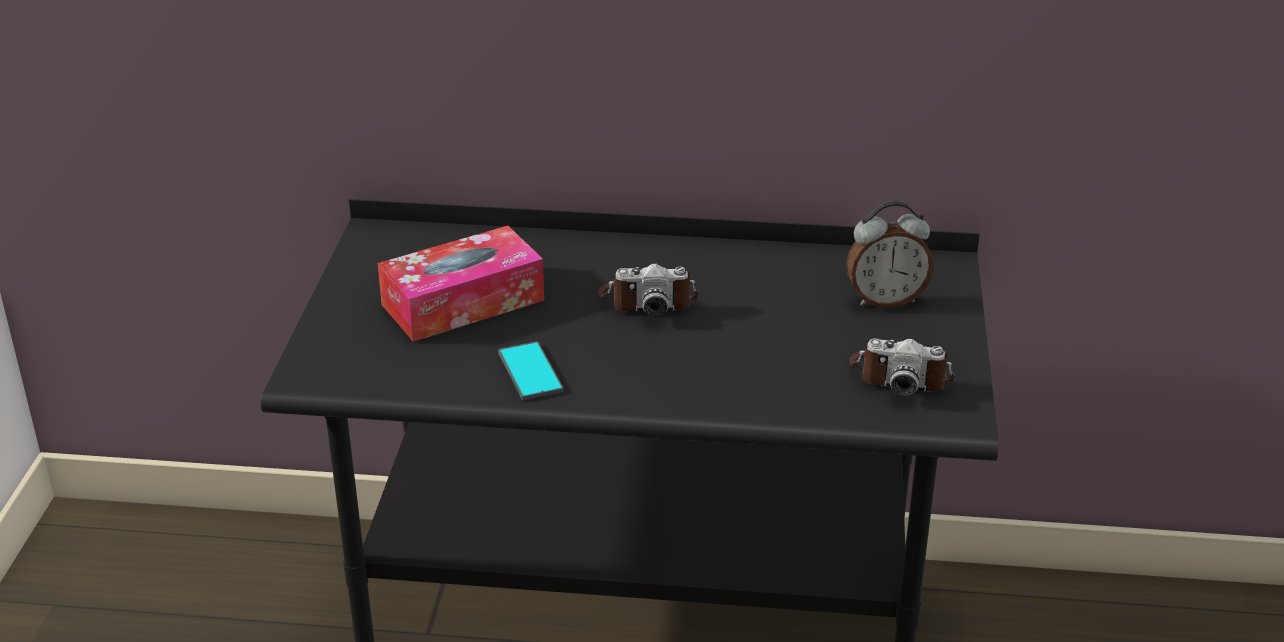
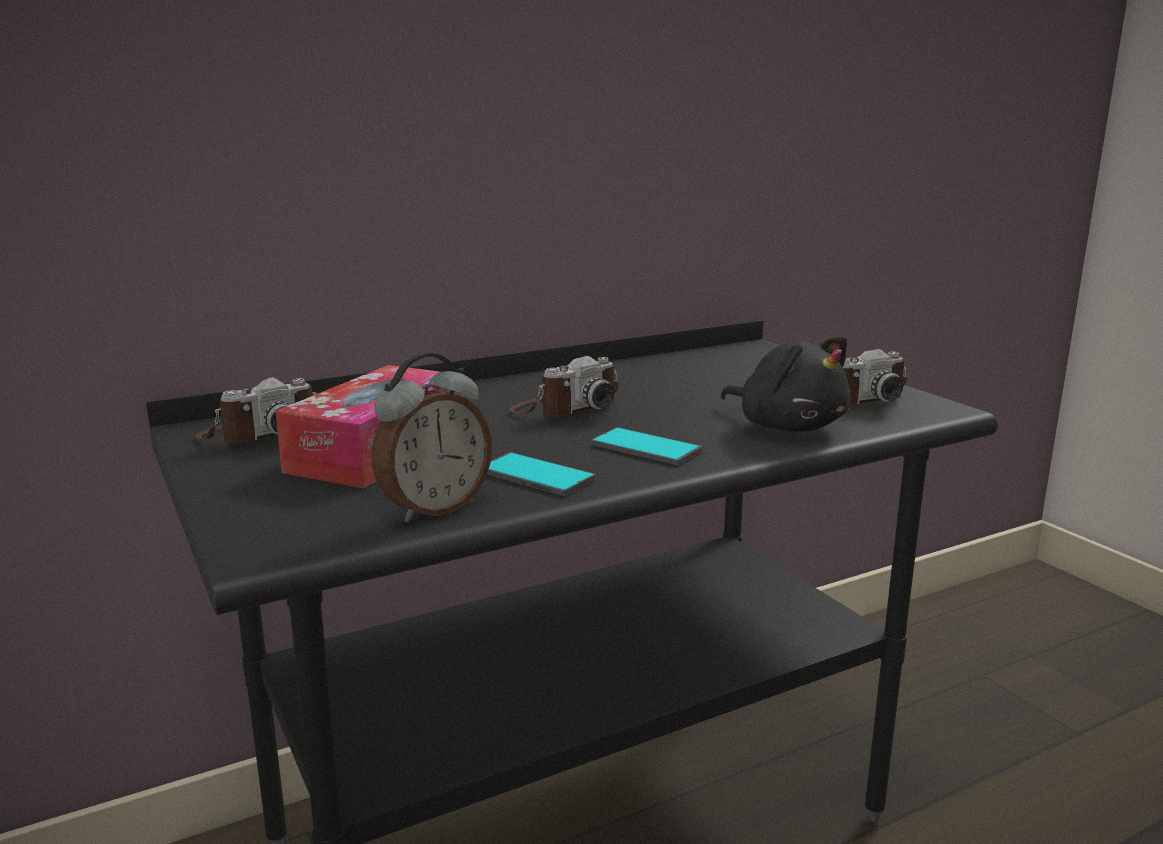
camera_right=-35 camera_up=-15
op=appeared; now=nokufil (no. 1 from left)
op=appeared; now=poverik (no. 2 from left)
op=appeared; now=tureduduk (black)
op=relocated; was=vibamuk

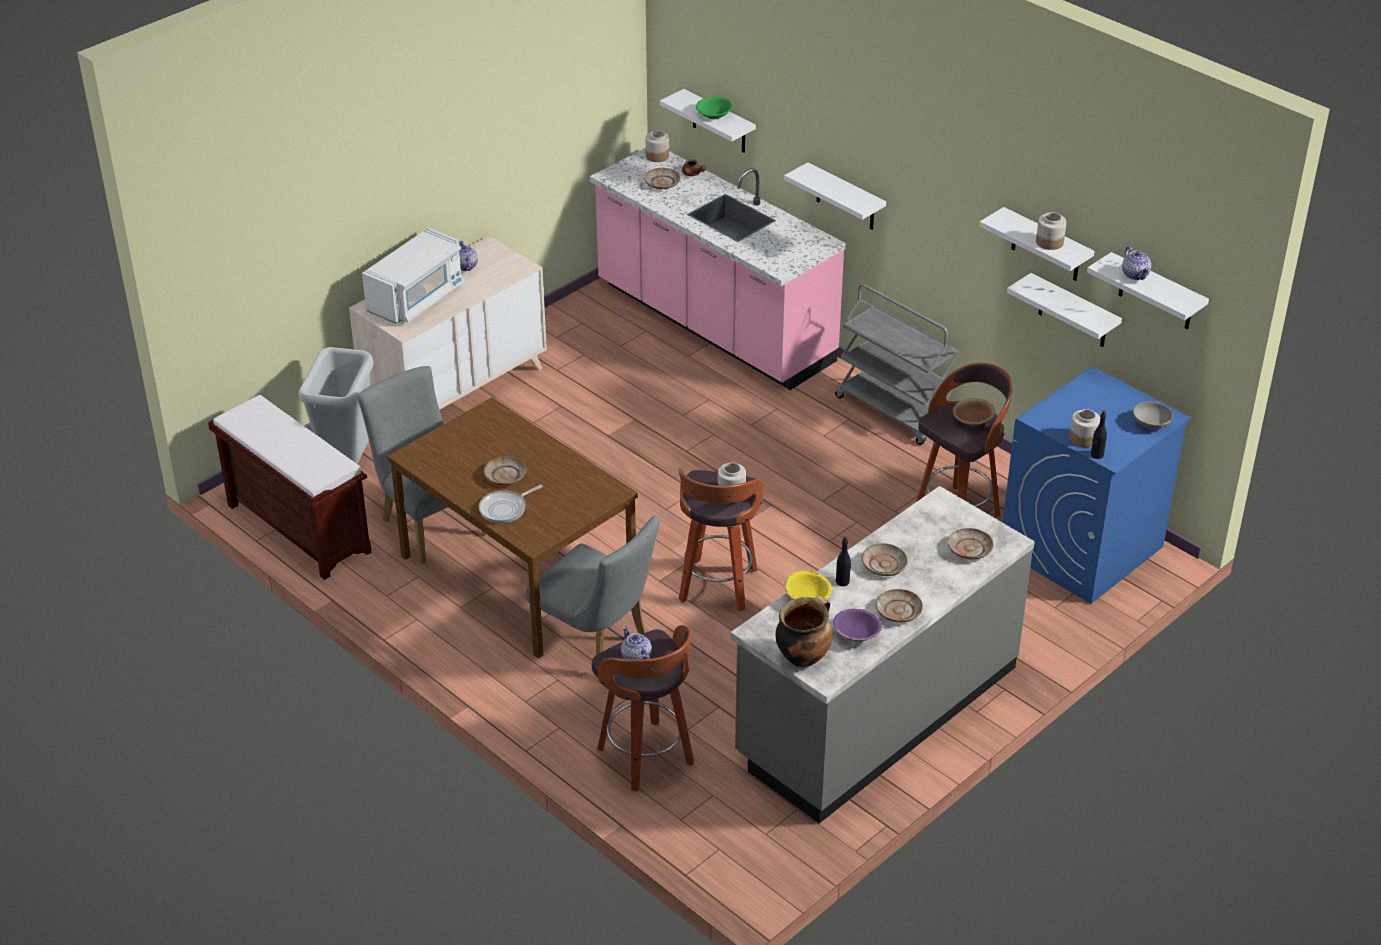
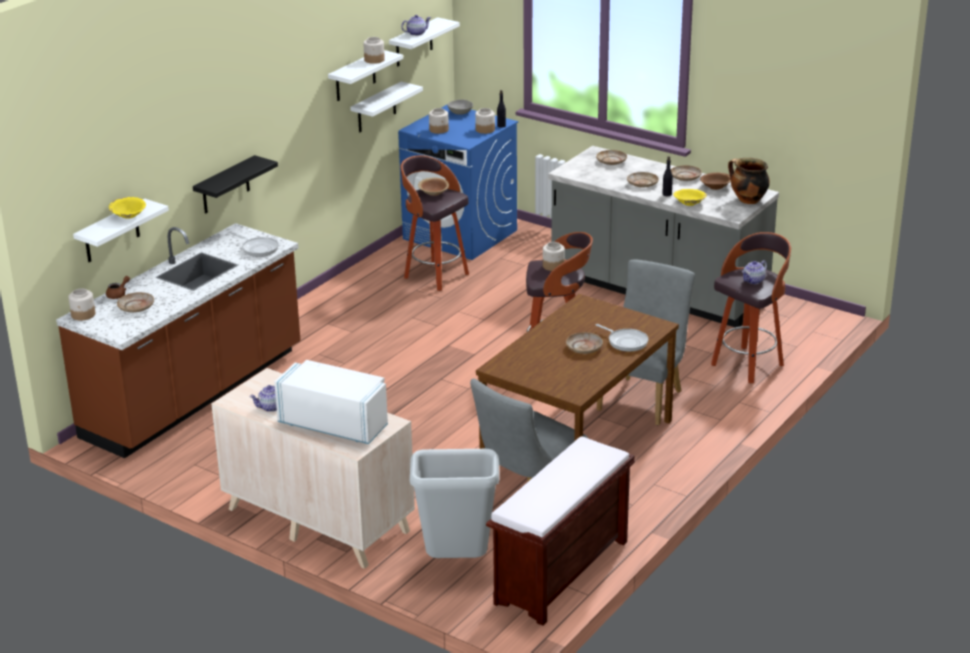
camera_right=-100 camera_up=-10
op=missing; was=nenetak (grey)
op=appeared; now=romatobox (no. 1 from left)
op=appeared; now=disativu (no. 3 from left)
op=colour; was=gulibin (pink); now=gulibin (brown)
op=colour; was=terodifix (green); now=terodifix (yellow) (no. 1 from left)
op=colour; was=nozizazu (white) (no. 2 from left); now=nozizazu (black)
op=colour; was=terodifix (purple); now=terodifix (brown) (no. 2 from left)

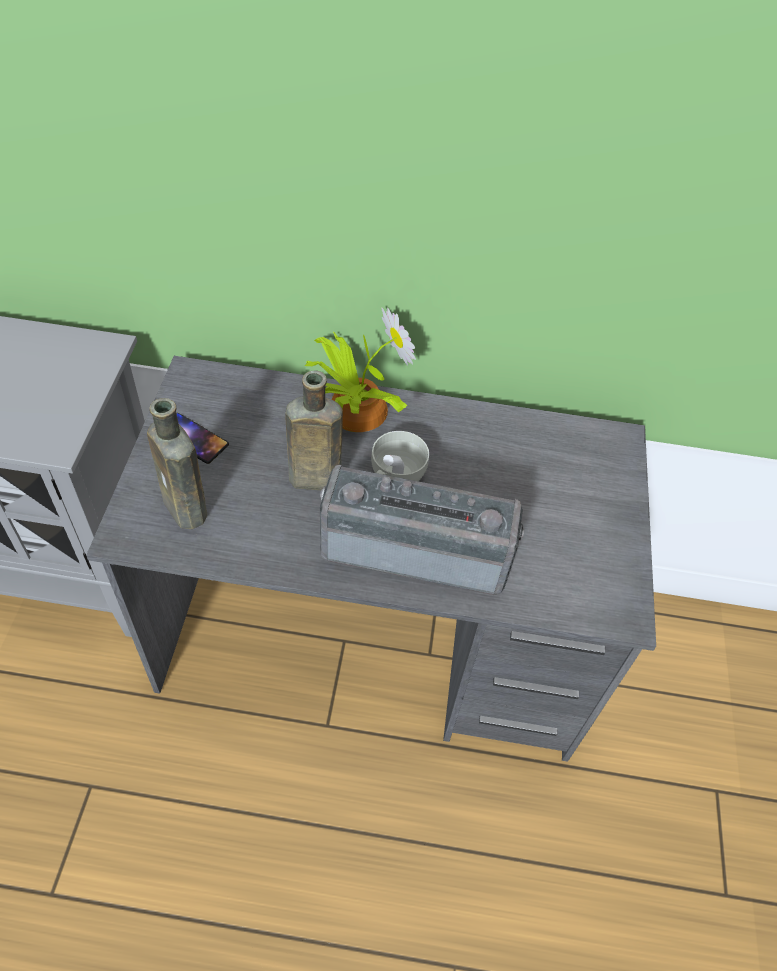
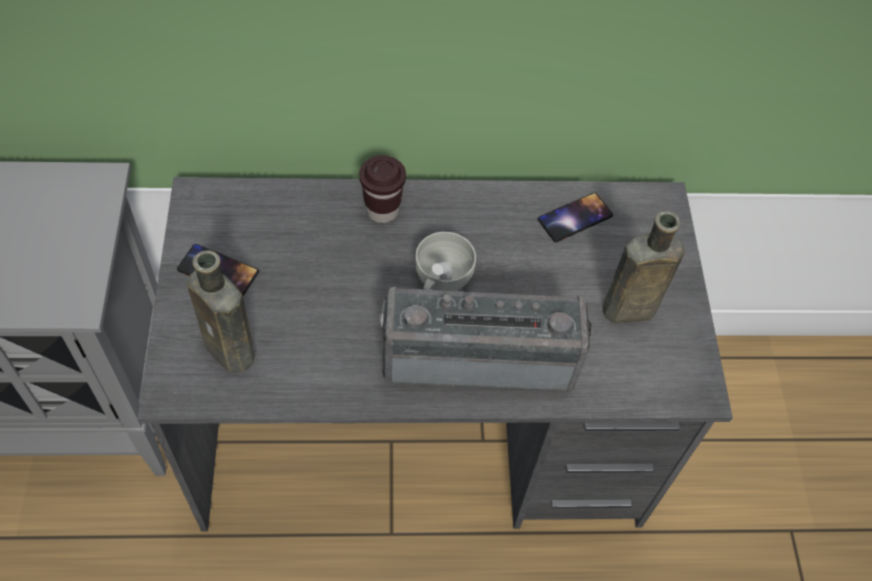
camera_right=-10 camera_up=5
op=appeared; now=poverik (no. 2 from left)
op=relocated; was=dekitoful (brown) (no. 2 from left)
op=exchanged; was=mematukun; now=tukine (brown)

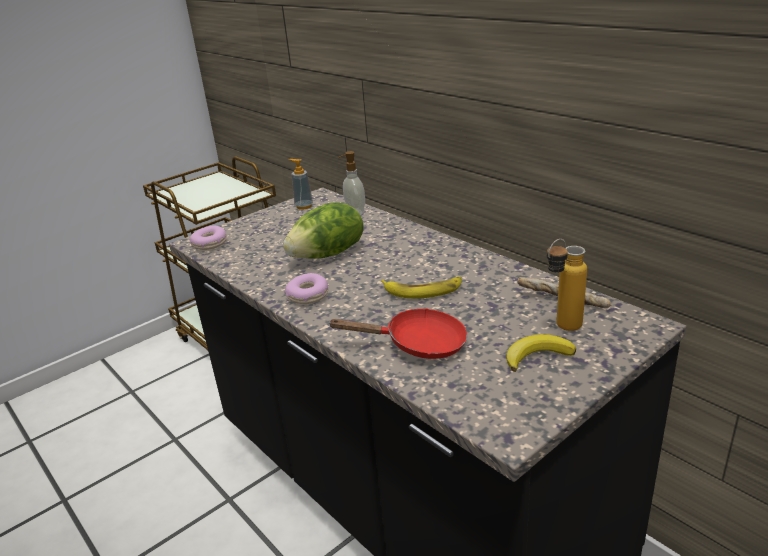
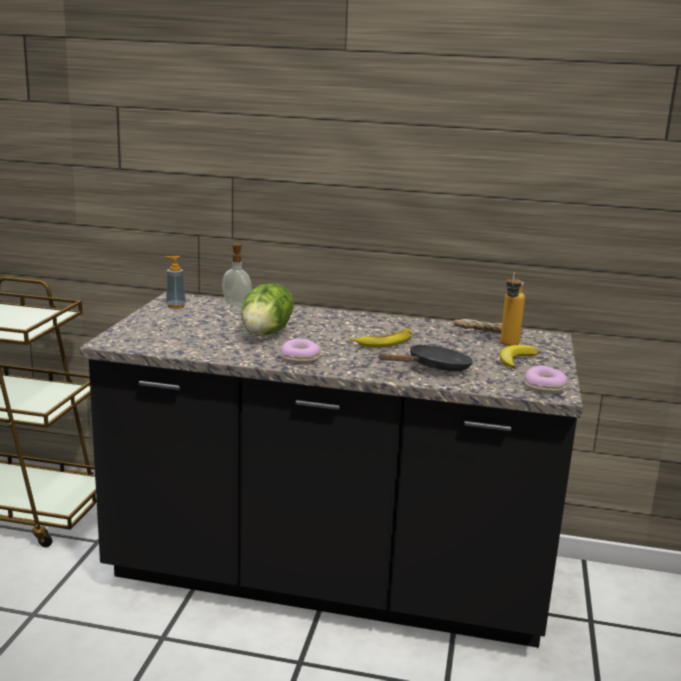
camera_right=-40 camera_up=-10
op=relocated; was=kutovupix (no. 1 from left in the first image); now=kutovupix (no. 2 from left)
op=colour; was=romatobox (red); now=romatobox (black)

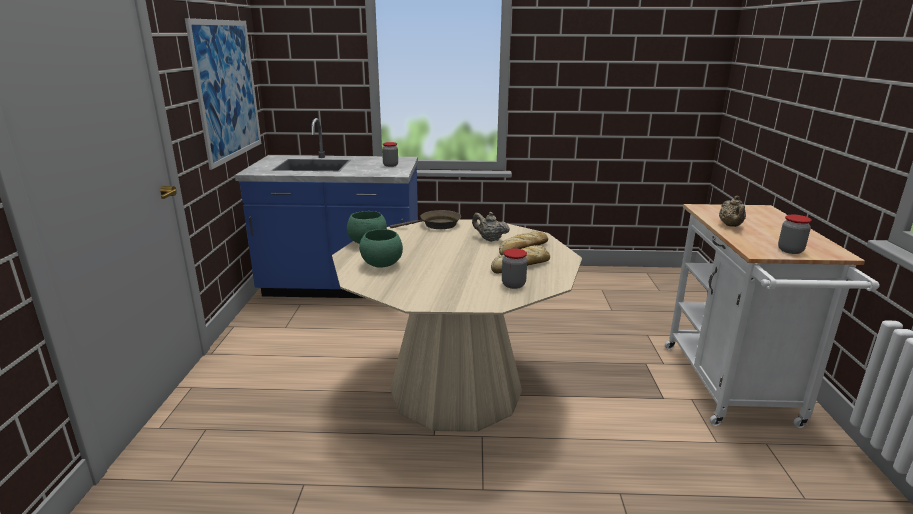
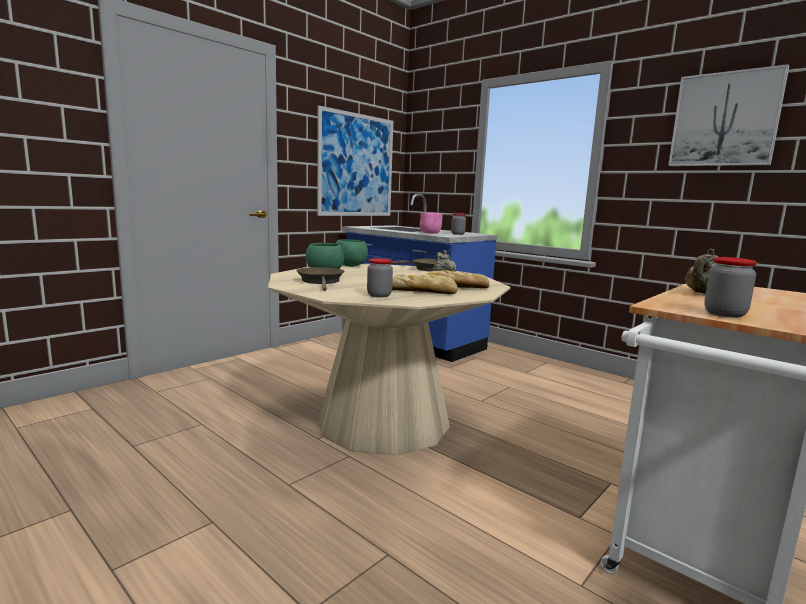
camera_right=40 camera_up=-10
op=appeared; now=romatobox (brown) (no. 1 from left)
op=appeared; now=terodifix (pink)
op=appeared; now=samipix (no. 2 from left)

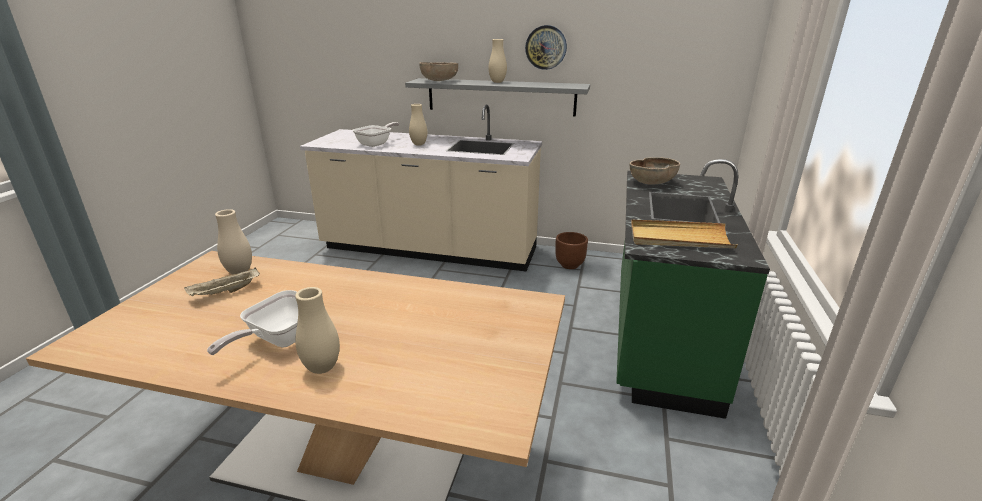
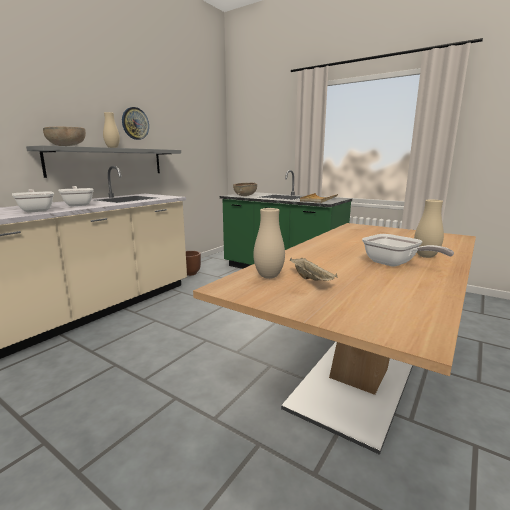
camera_right=-70 camera_up=-10
op=exchanged; was=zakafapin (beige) (no. 3 from left); now=romatobox (no. 2 from left)

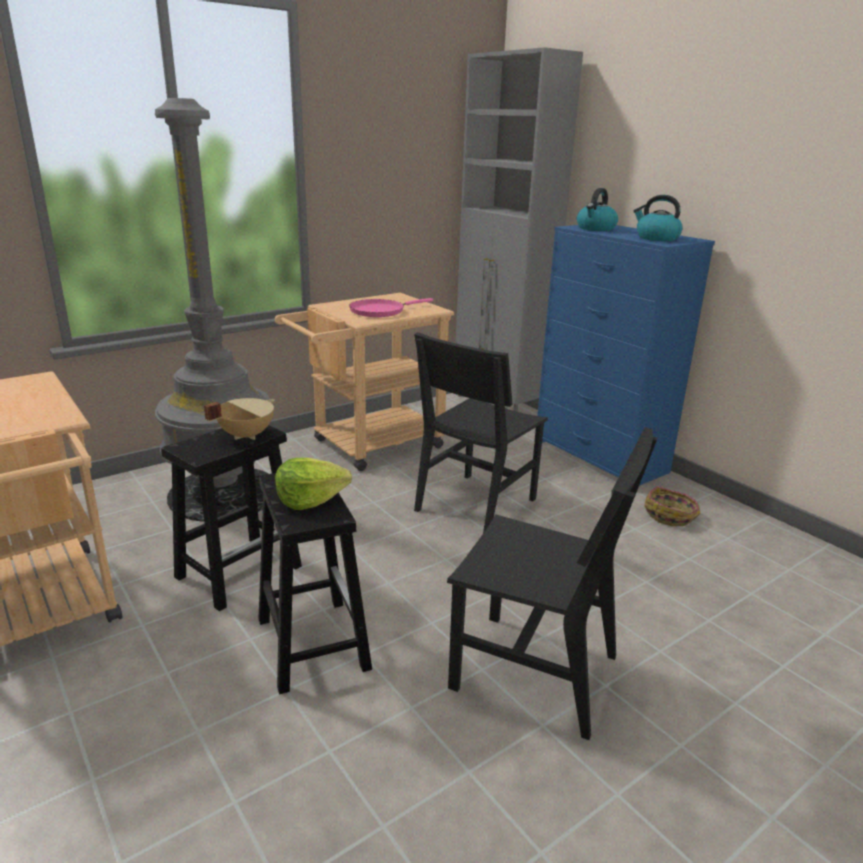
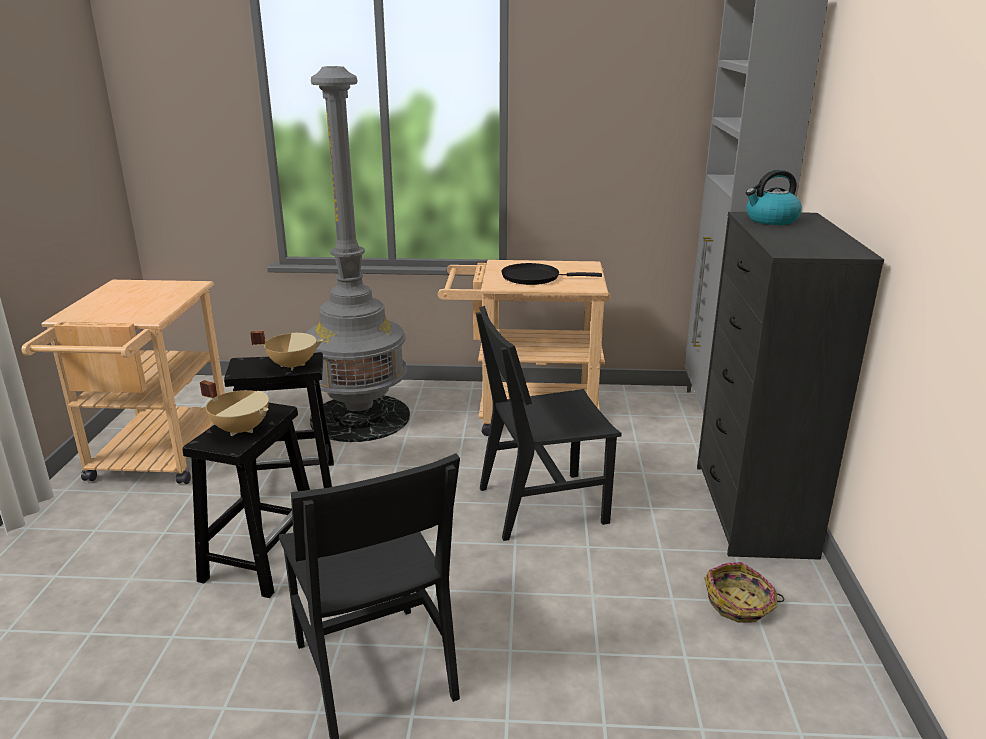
camera_right=40 camera_up=0
op=missing; was=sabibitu (no. 2 from left)
op=exchanged; was=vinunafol; now=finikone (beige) (no. 1 from left)
op=colour; was=romatobox (pink); now=romatobox (black)
op=colour; was=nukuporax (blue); now=nukuporax (black)

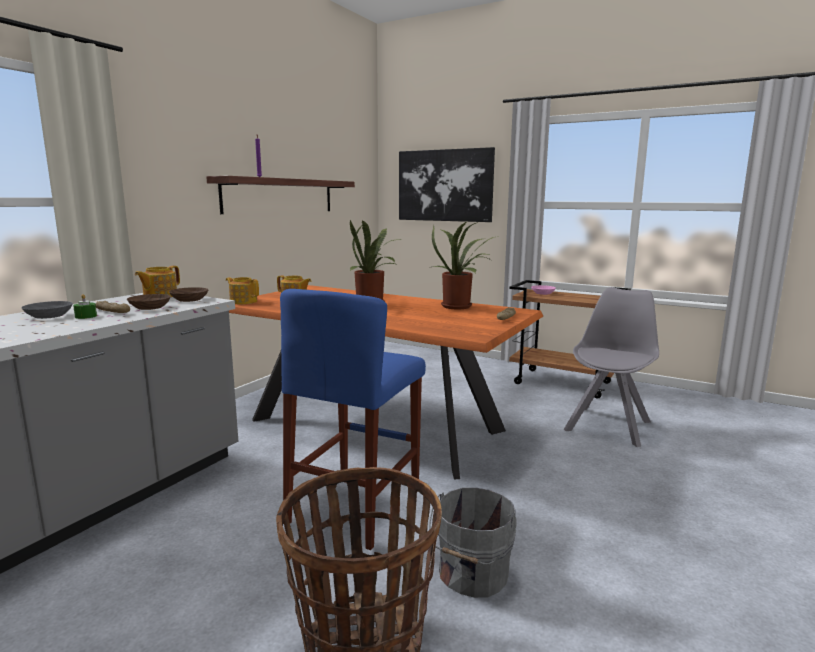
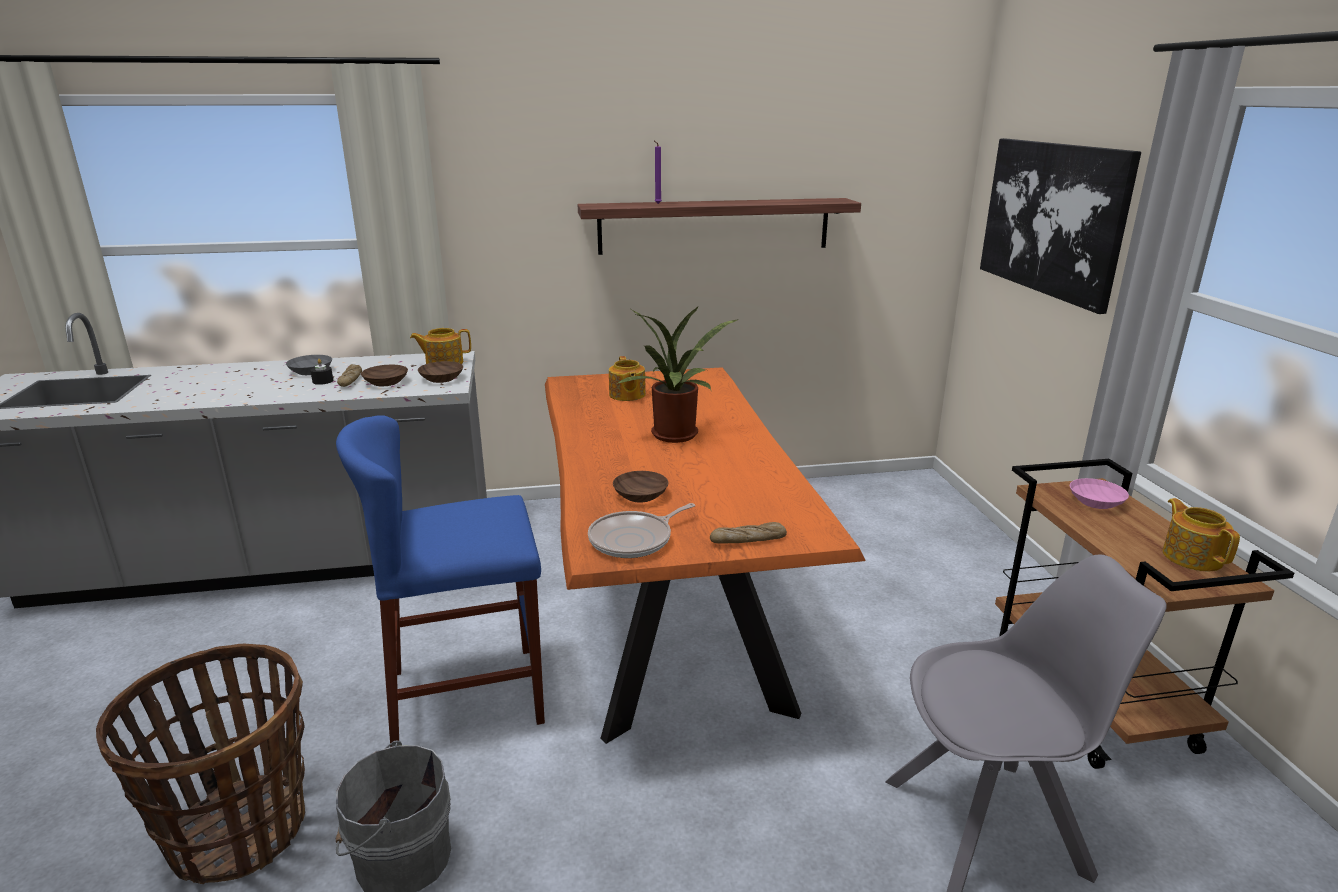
camera_right=50 camera_up=10
op=missing; was=mematukun (no. 2 from left)
op=appeared; now=romatobox
op=appeared; now=terodifix (brown) (no. 3 from left)
op=relocated; was=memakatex (no. 2 from left in the first image); now=memakatex (no. 3 from left)
op=colour; was=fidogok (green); now=fidogok (black)

